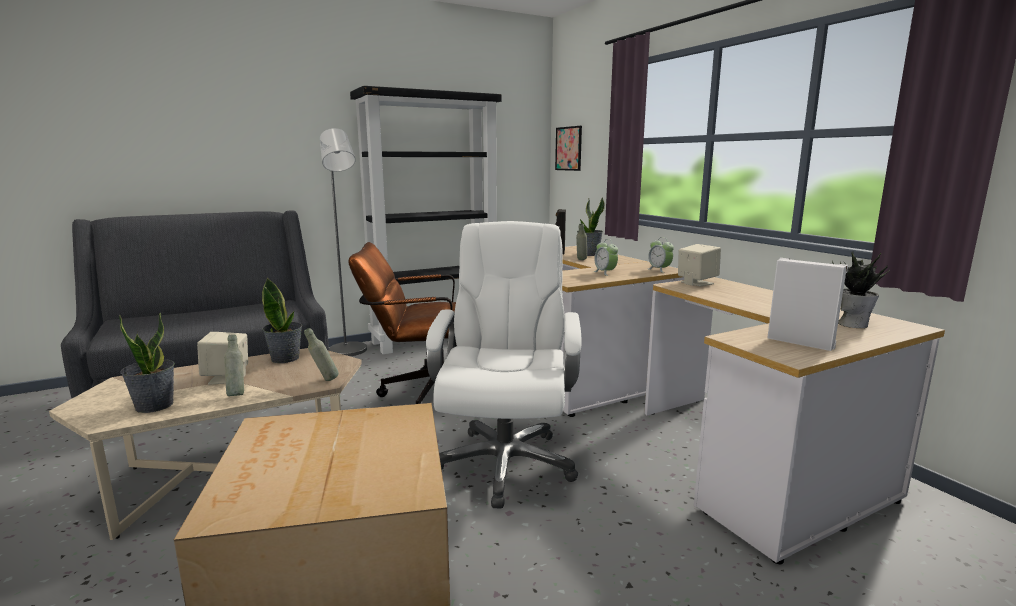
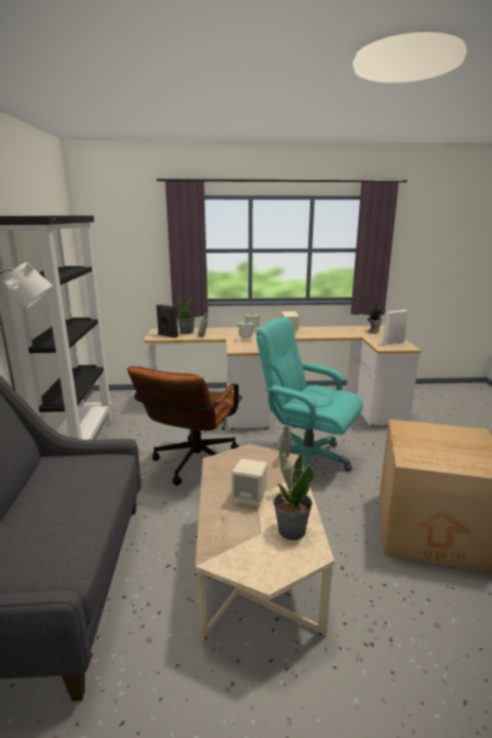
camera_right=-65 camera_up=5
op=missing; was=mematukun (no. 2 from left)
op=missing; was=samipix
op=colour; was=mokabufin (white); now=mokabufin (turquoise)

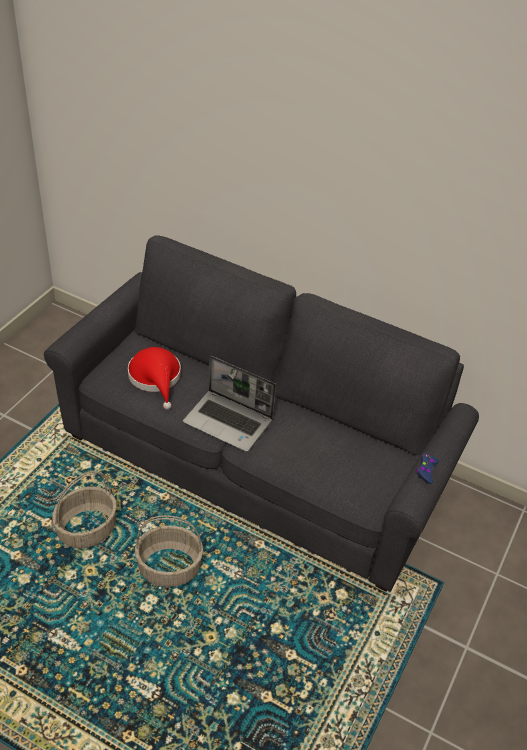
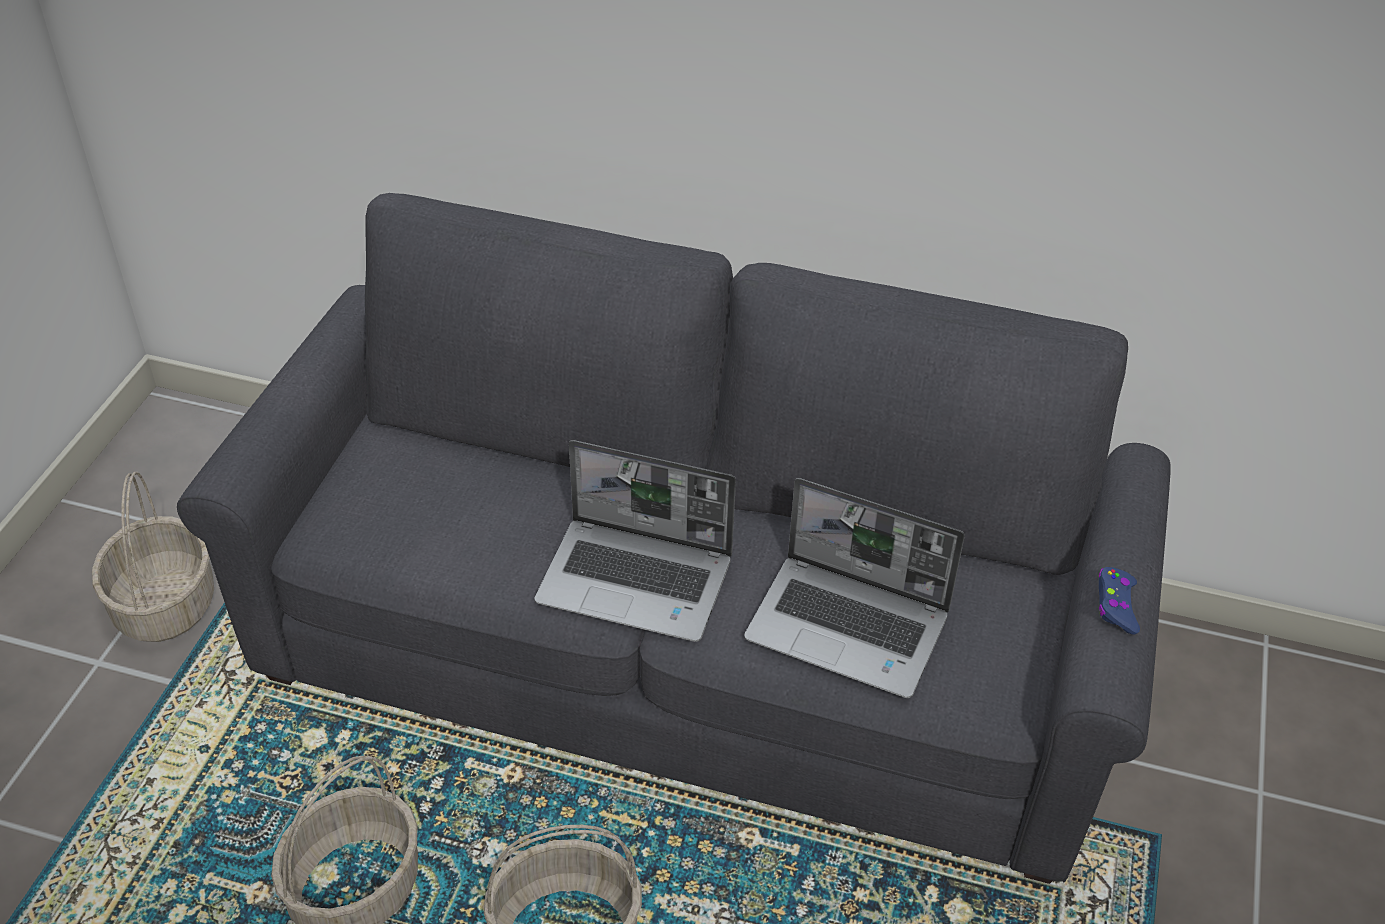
camera_right=-10 camera_up=0
op=missing; was=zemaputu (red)
op=appeared; now=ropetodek (no. 1 from left)
op=appeared; now=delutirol (no. 2 from left)

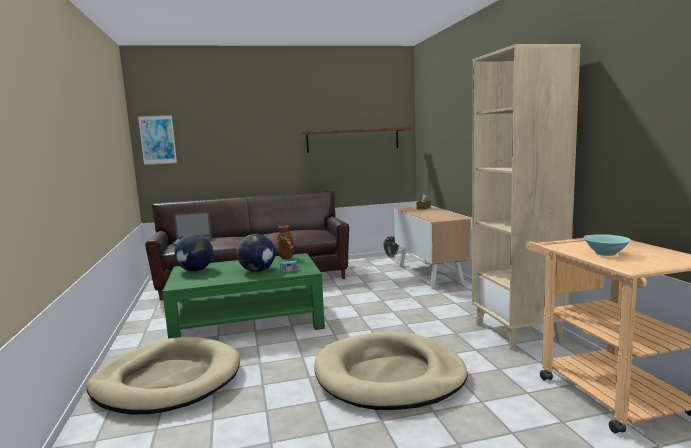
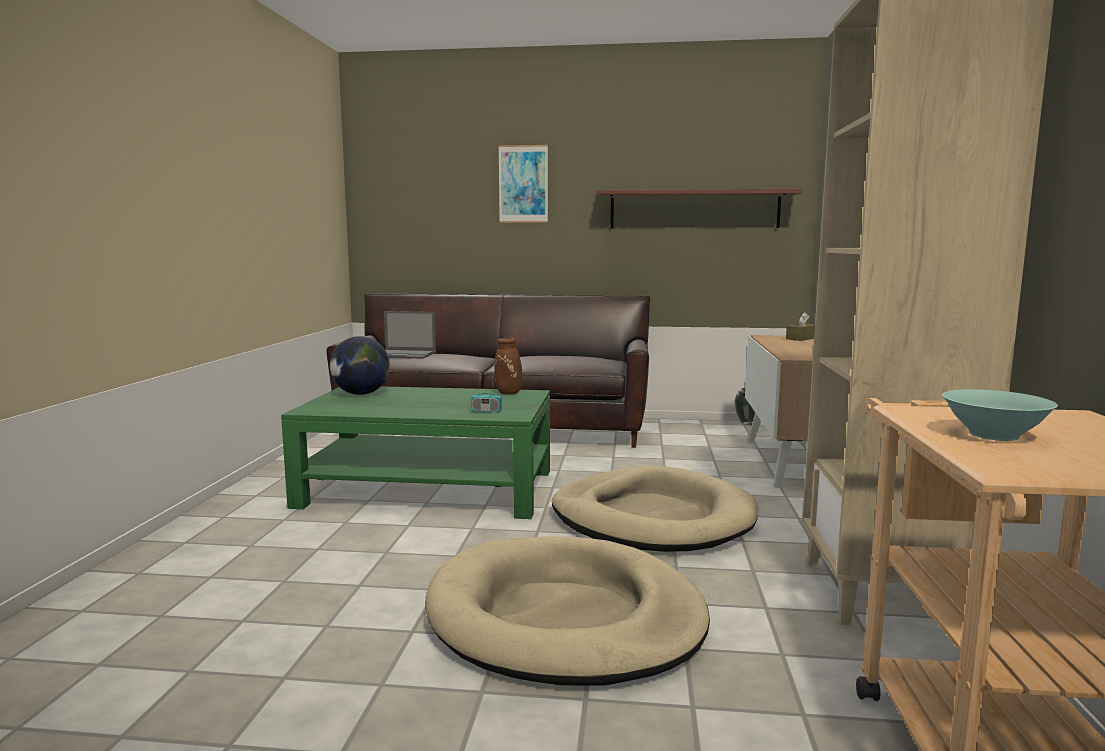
camera_right=20 camera_up=0
op=missing; was=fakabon (no. 2 from left)
op=relocated; was=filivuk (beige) (no. 1 from left in the first image); now=filivuk (beige) (no. 2 from left)
op=relocated; was=samipix

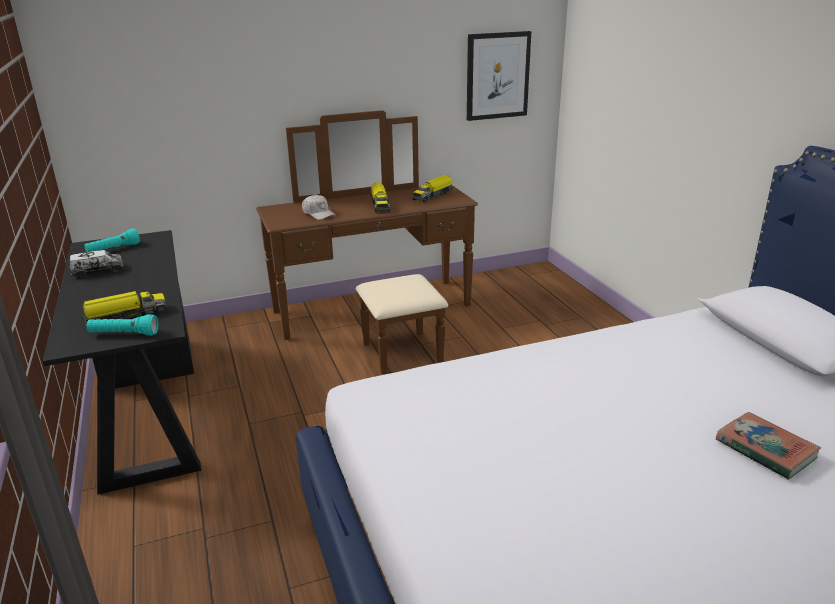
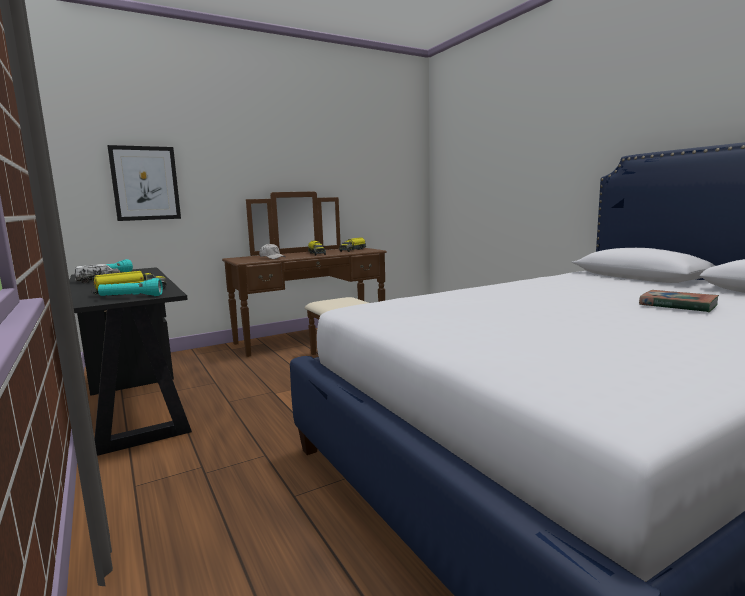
camera_right=-10 camera_up=-15
op=relocated; was=samipix

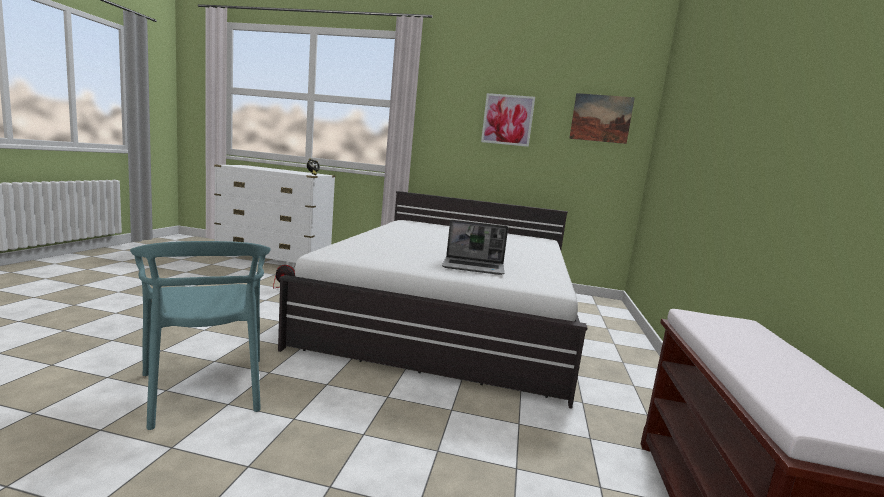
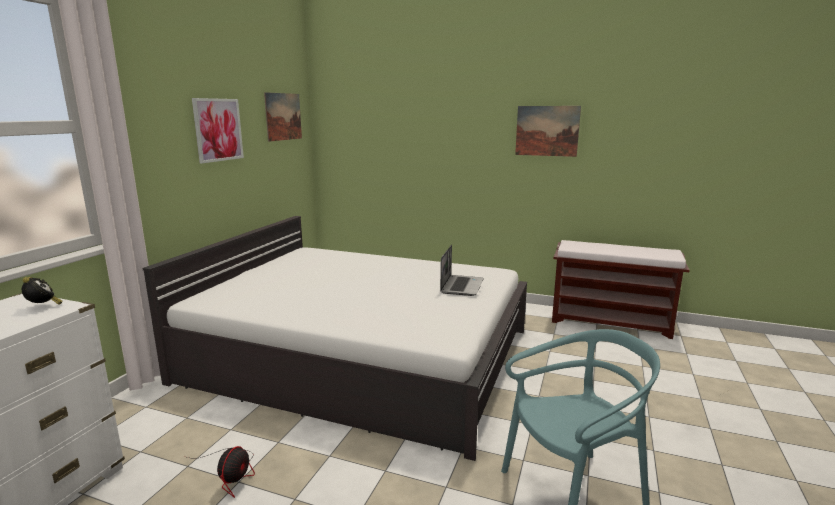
camera_right=-80 camera_up=5
op=appeared; now=samipix (no. 3 from left)

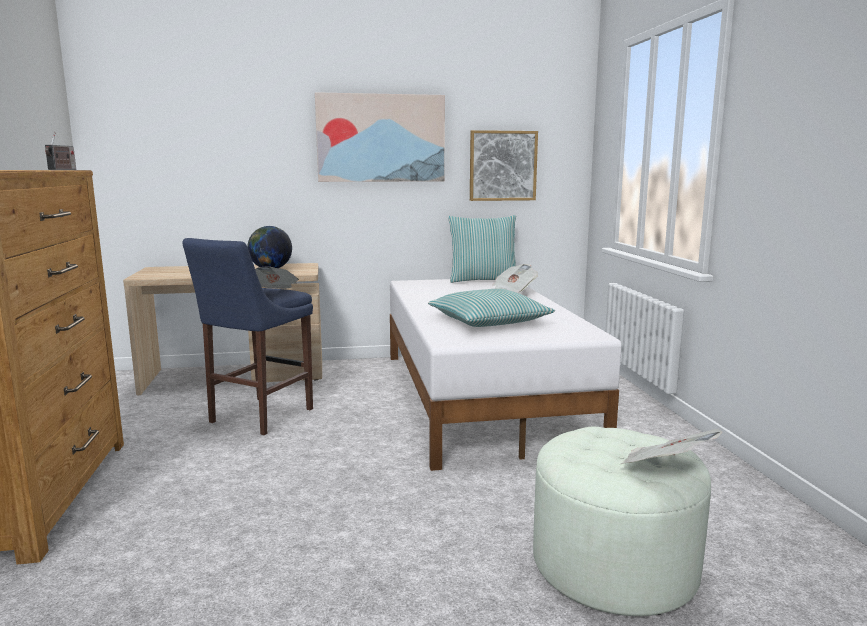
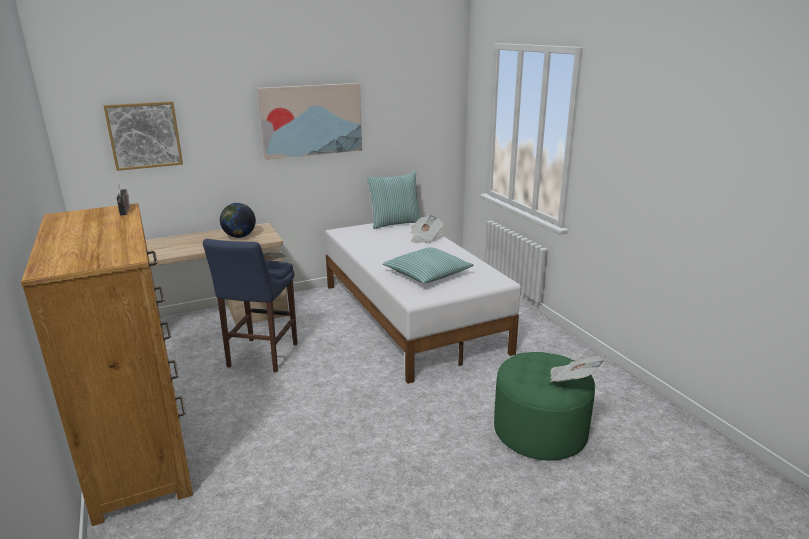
camera_right=-15 camera_up=10
op=relocated; was=samipix (no. 2 from left in the first image); now=samipix (no. 1 from left)
op=colour; was=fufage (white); now=fufage (green)

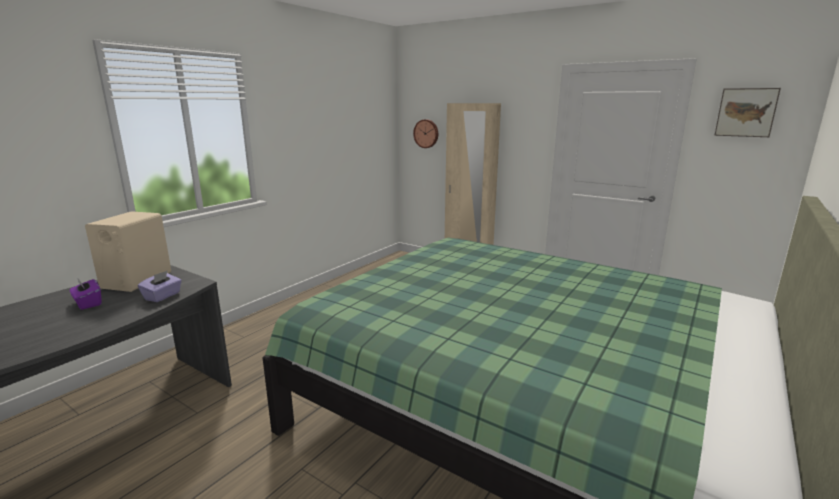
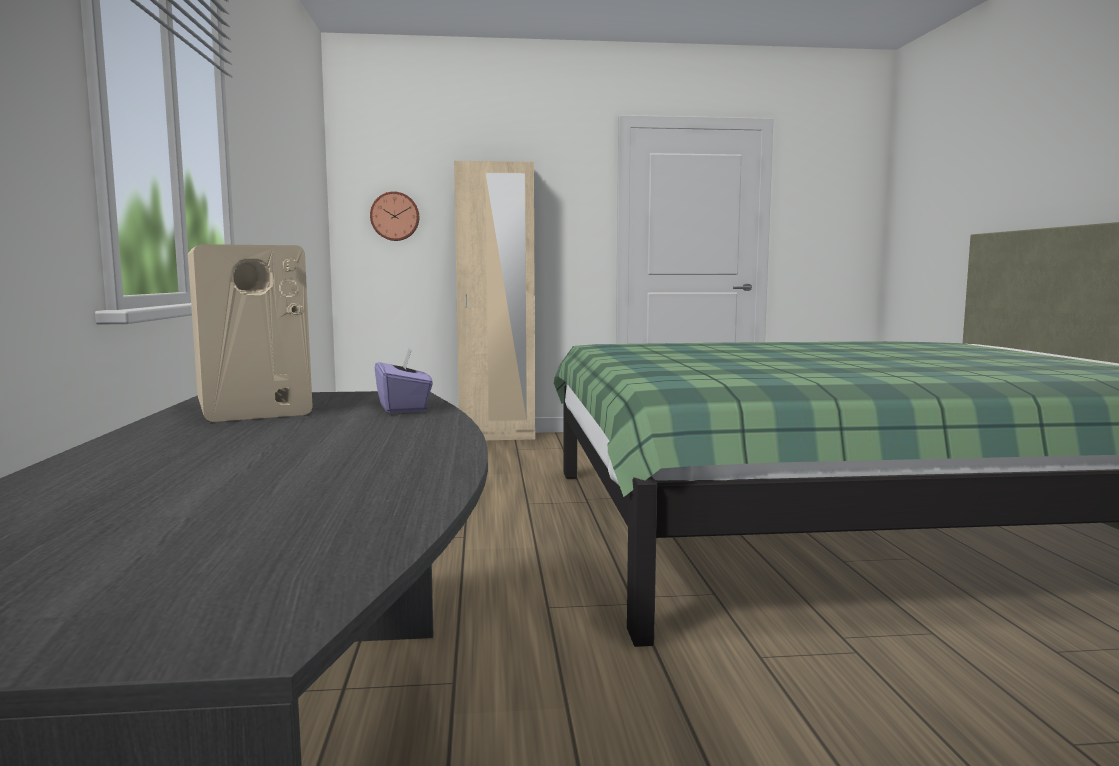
camera_right=-40 camera_up=-10
op=missing; was=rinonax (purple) (no. 1 from left)
op=missing; was=samipix

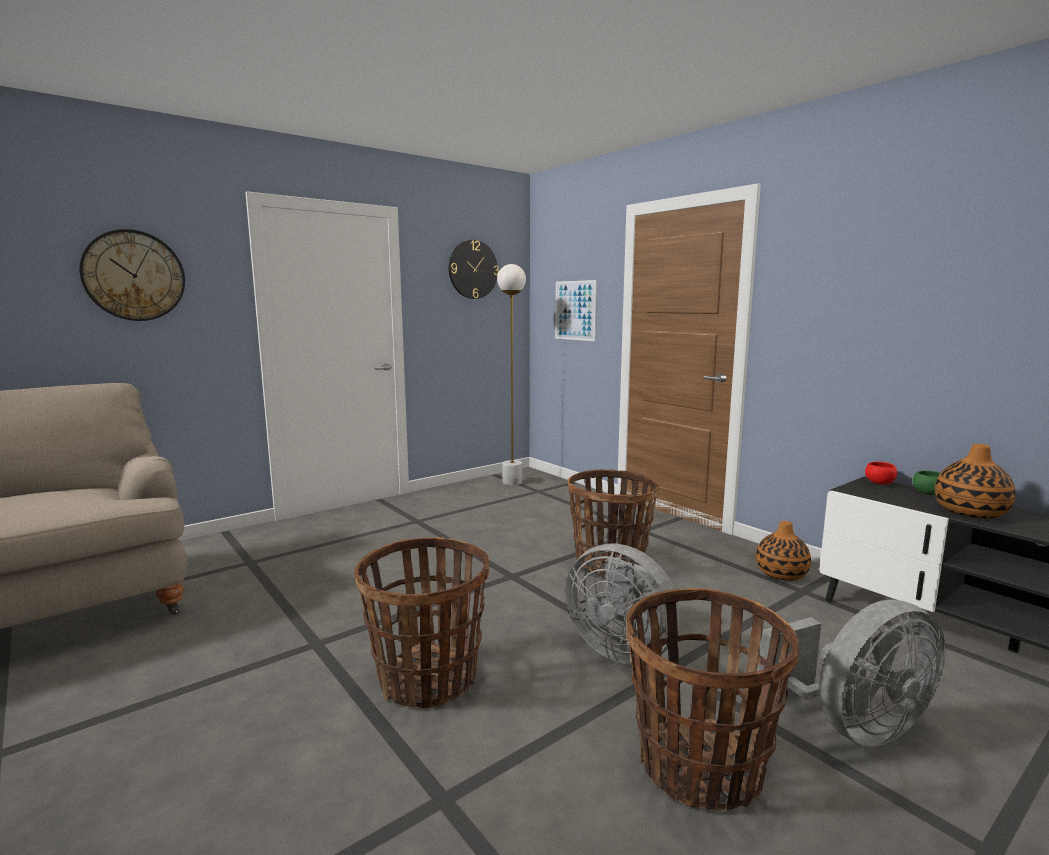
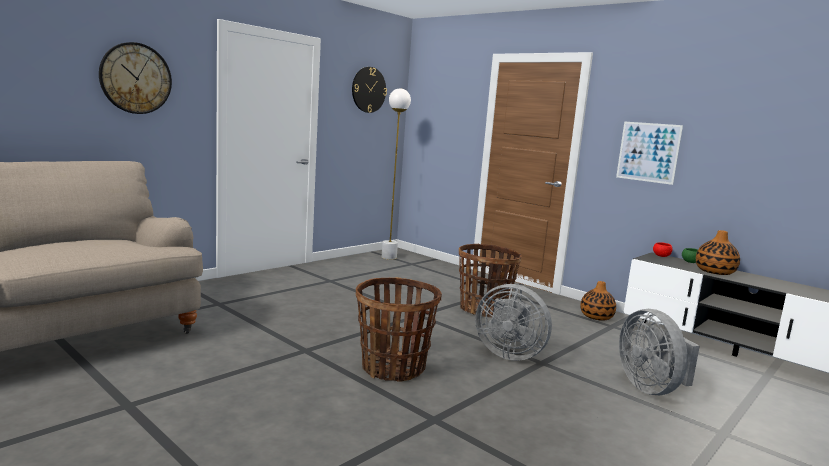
camera_right=-10 camera_up=0
op=missing; was=ropetodek (no. 3 from left)
op=relocated; was=samipix
op=spun; was=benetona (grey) (no. 2 from left); clockwise=105

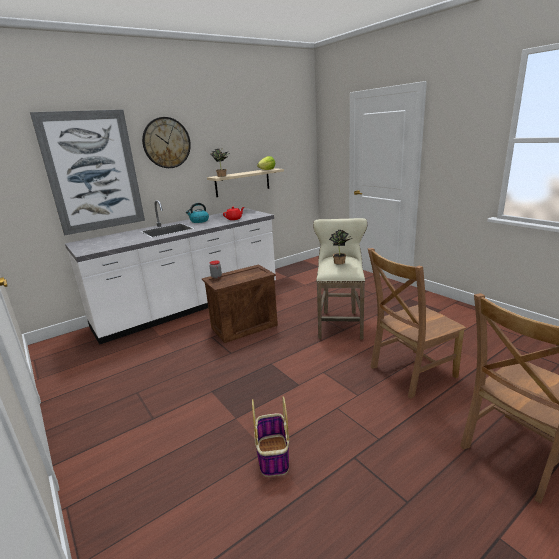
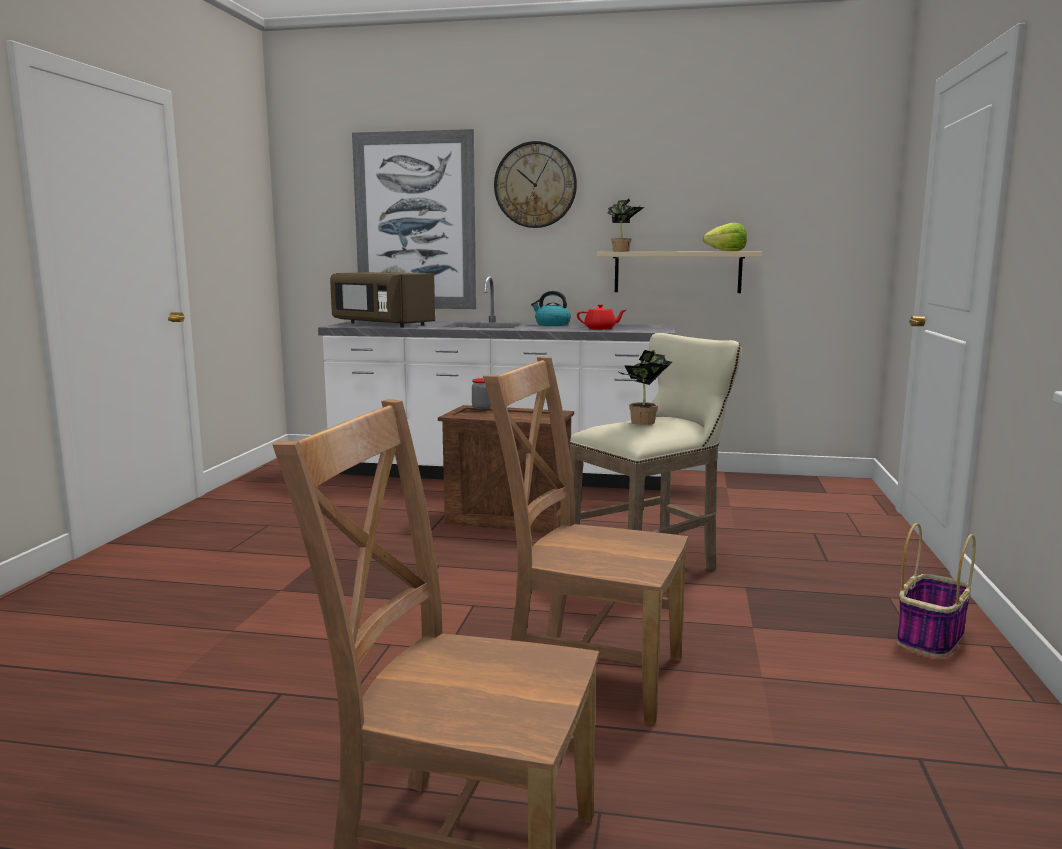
camera_right=45 camera_up=-10
op=appeared; now=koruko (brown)
op=relocated; was=ropetodek

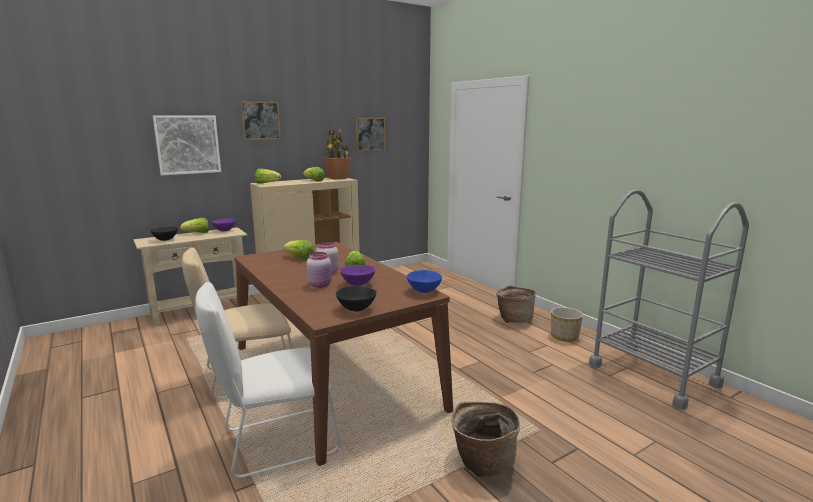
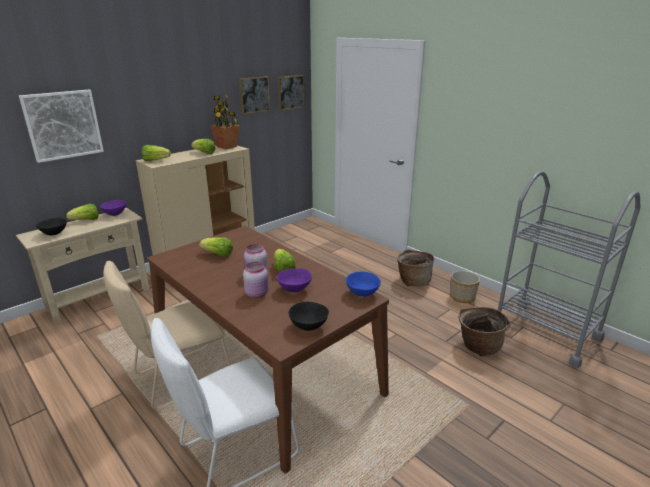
camera_right=-10 camera_up=10
op=relocated; was=samipix (no. 2 from left in the first image); now=samipix (no. 3 from left)
op=relocated; was=ropetodek (no. 1 from left in the first image); now=ropetodek (no. 2 from left)

